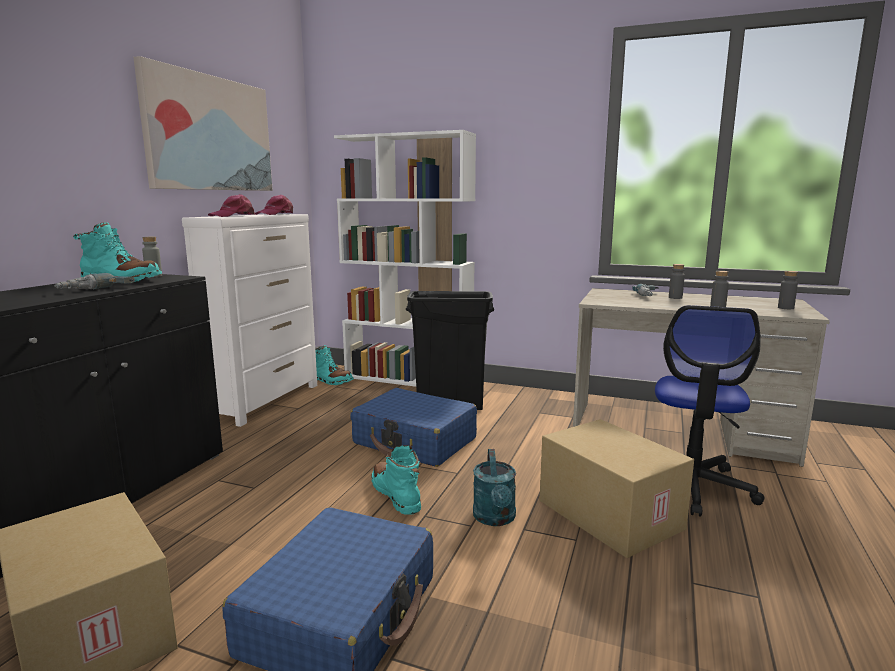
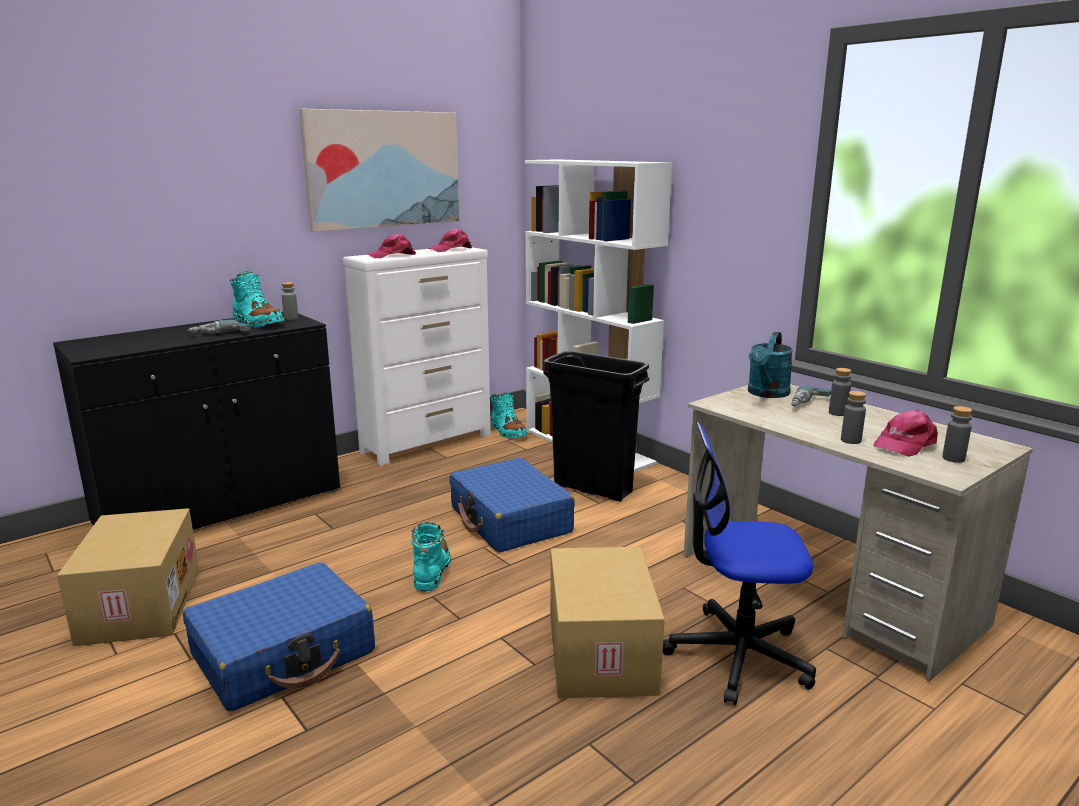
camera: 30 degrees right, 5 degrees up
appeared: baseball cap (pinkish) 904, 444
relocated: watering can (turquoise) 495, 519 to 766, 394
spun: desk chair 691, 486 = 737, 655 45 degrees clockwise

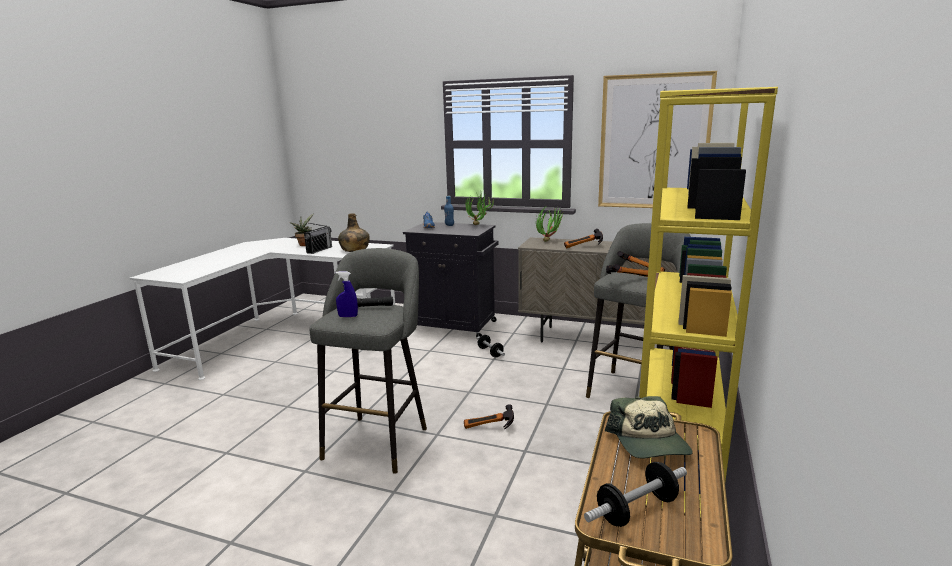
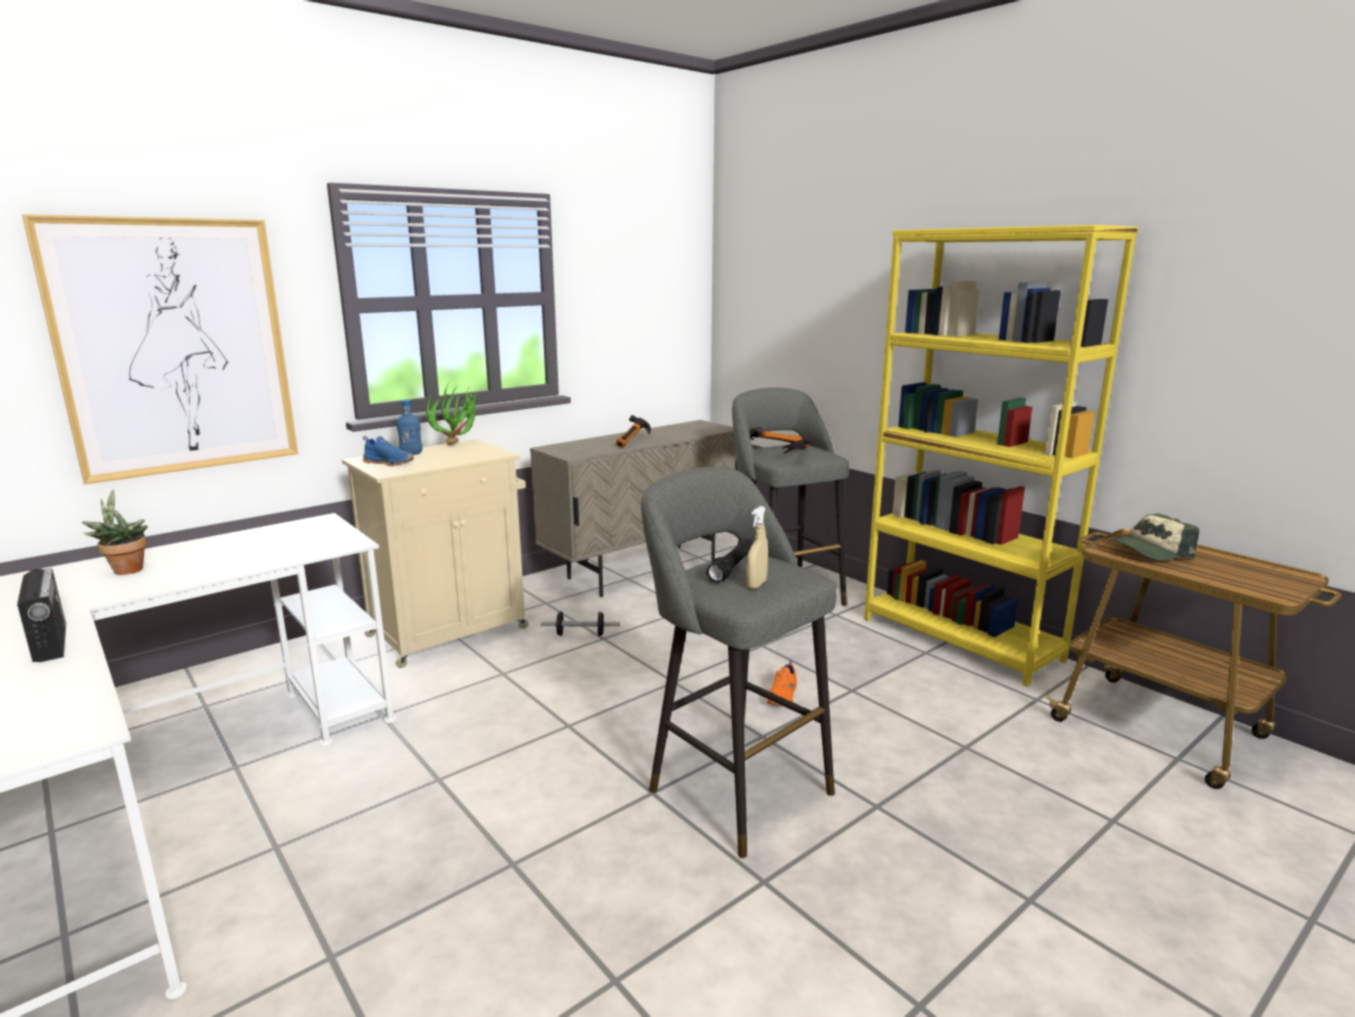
camera: 60 degrees left, 0 degrees up
missing: beverage bottle (greenish) 354, 249; houseplant 550, 241; free weight 636, 509
relocated: radio 319, 250 to 50, 643; wall picture 653, 142 to 175, 348
exchanged: tool hammer 489, 429 to low shoe (orange) 783, 696
colour: sprayer (blue-coloured) 348, 316 to sprayer (sand-coloured) 756, 584; cupboard (blackish) 455, 326 to cupboard (sand-coloured) 451, 631
spun: baseball cap 649, 442 = 1149, 551 135 degrees clockwise

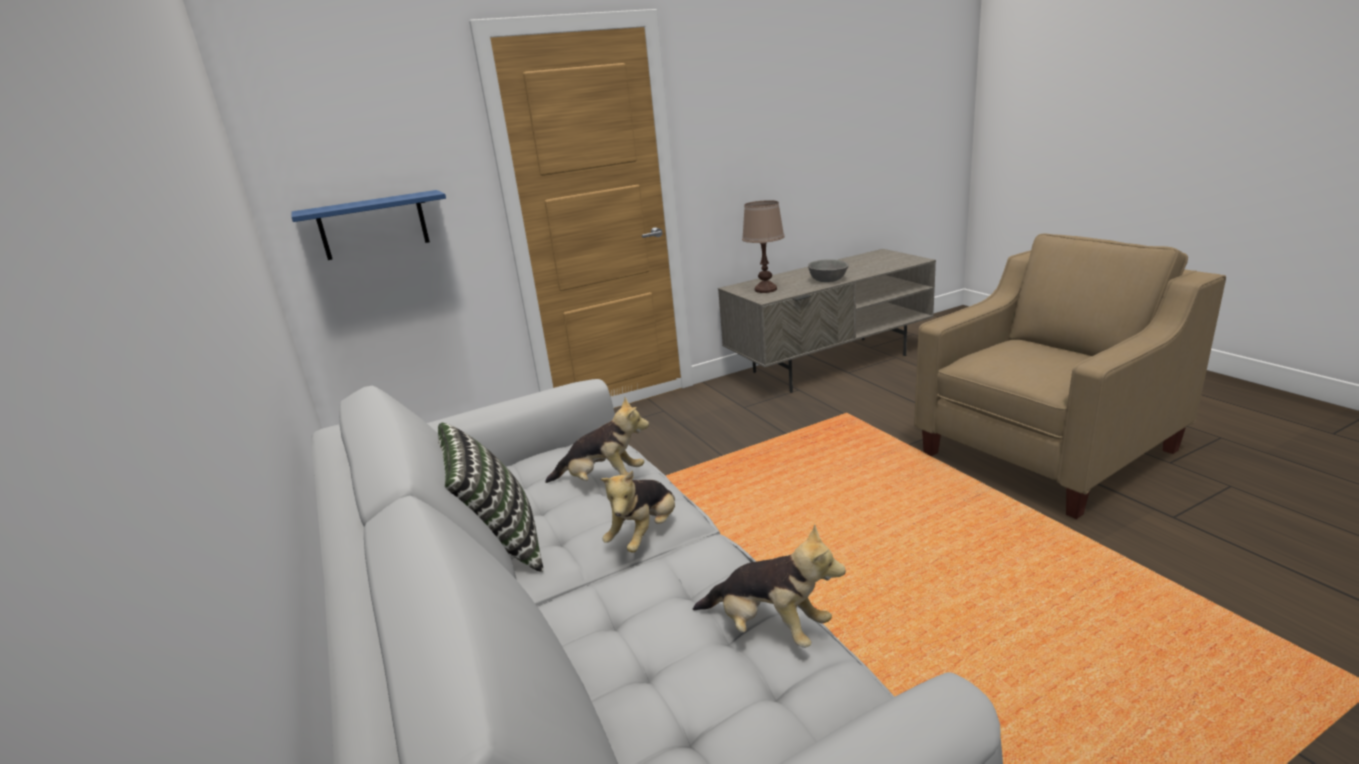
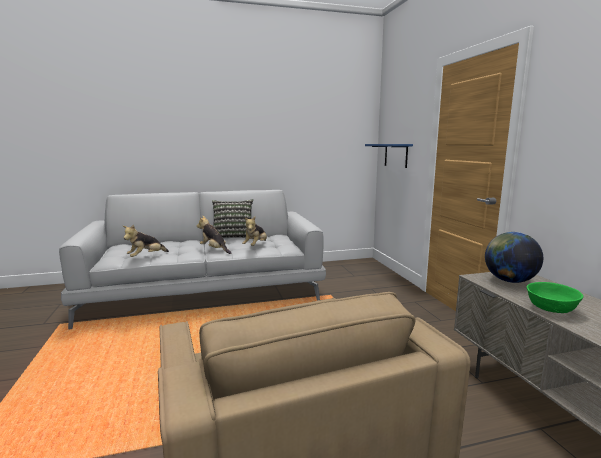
camera: 100 degrees right, 10 degrees down
exchanged: tabletop lamp (brown) 765, 289 to desk globe 509, 281
colour: deep dish (gray) 828, 280 to deep dish (greenish) 551, 308

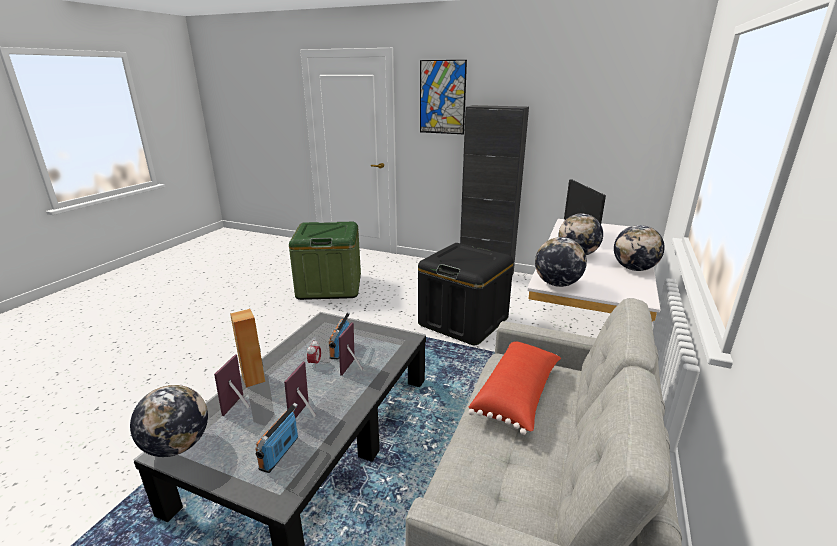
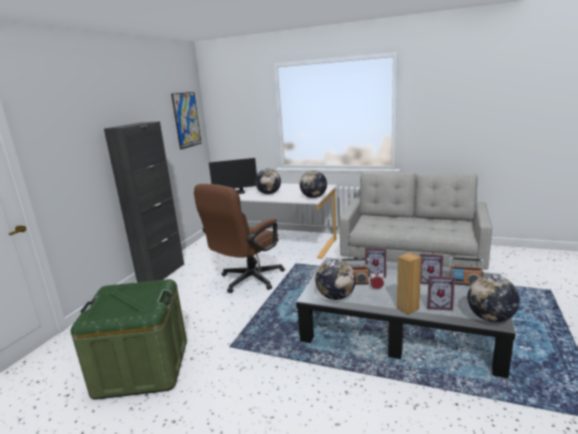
camera: 90 degrees left, 5 degrees down
missing: throw pillow (reddish) 518, 396
relocated: wall picture 442, 97 to 186, 120; desk globe 634, 269 to 336, 297
exchanged: storage container (blackish) 463, 321 to desk chair (brown) 247, 281

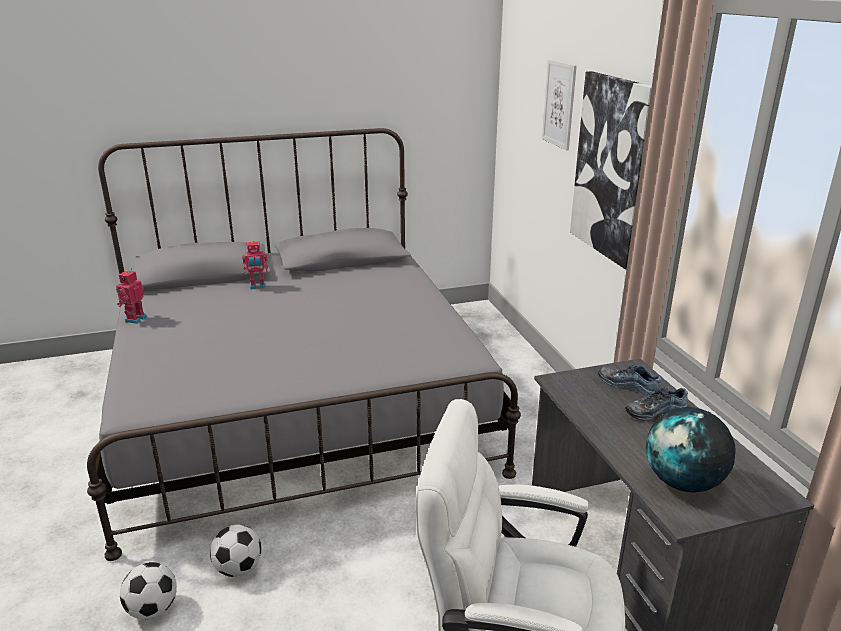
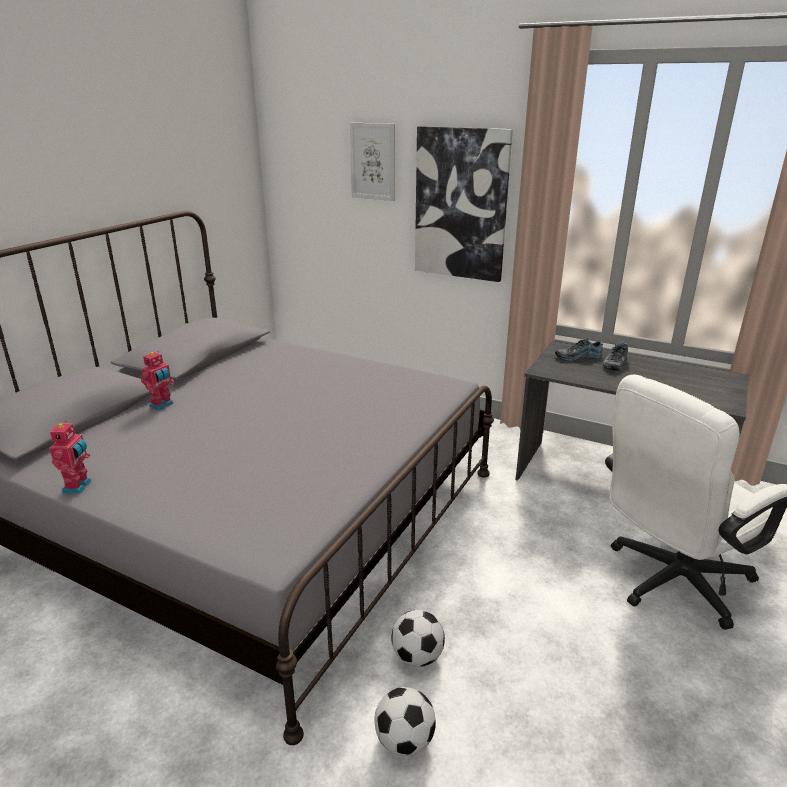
camera: 45 degrees left, 0 degrees up
missing: desk globe 683, 482
spun: model robot 135, 319 = 79, 486 150 degrees counterclockwise

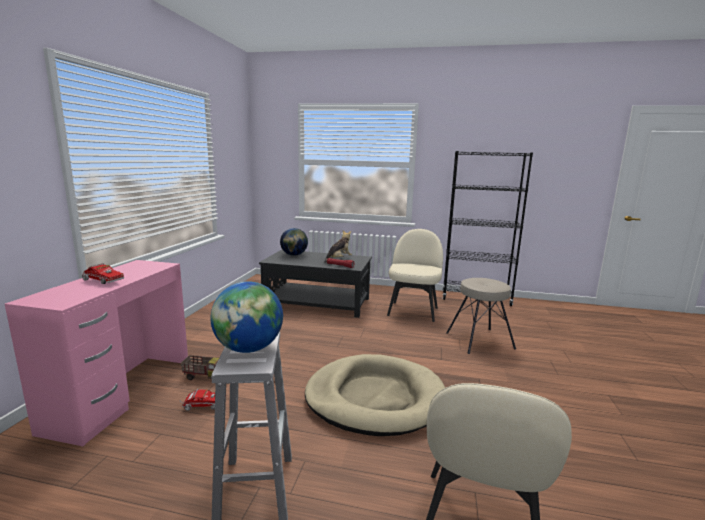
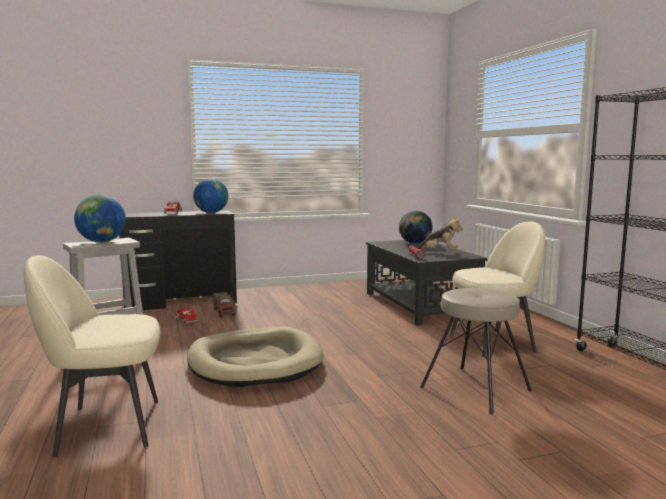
camera: 60 degrees right, 5 degrees down
appeared: desk globe 211, 213
colour: desk table (pinkish) 122, 393 to desk table (blackish) 181, 302

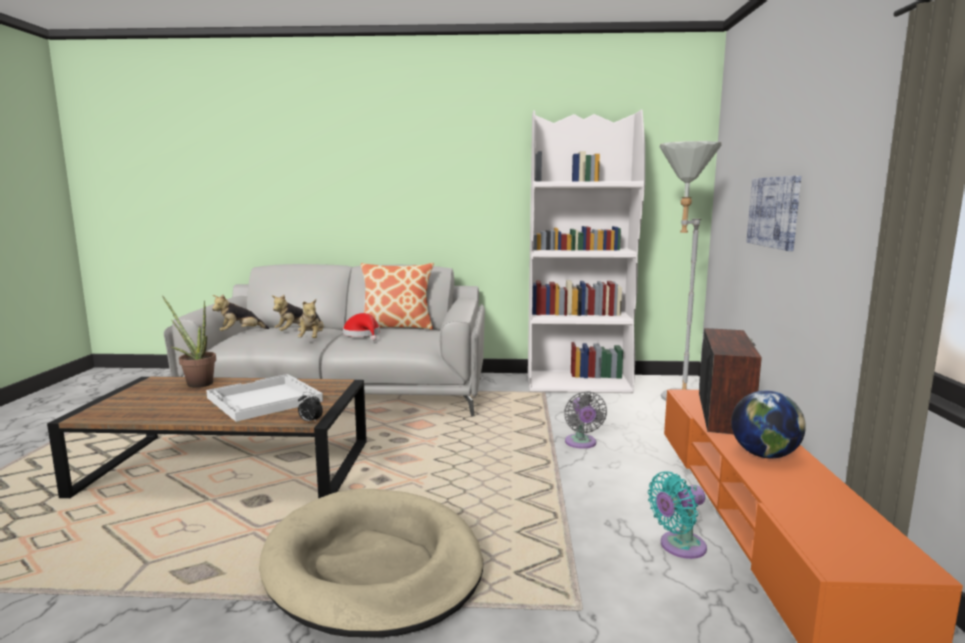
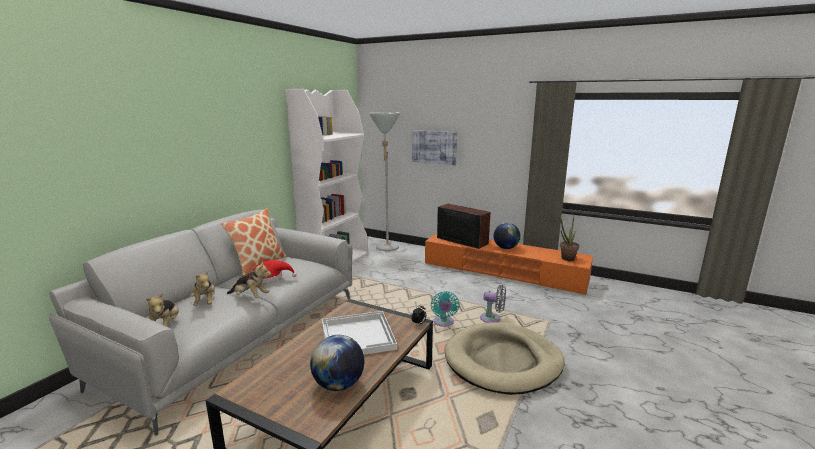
camera: 65 degrees left, 5 degrees up
appeared: desk globe 338, 384
relocated: houseplant 196, 383 to 566, 259; fan (gray) 581, 443 to 492, 319; fan (turquoise) 679, 547 to 443, 323

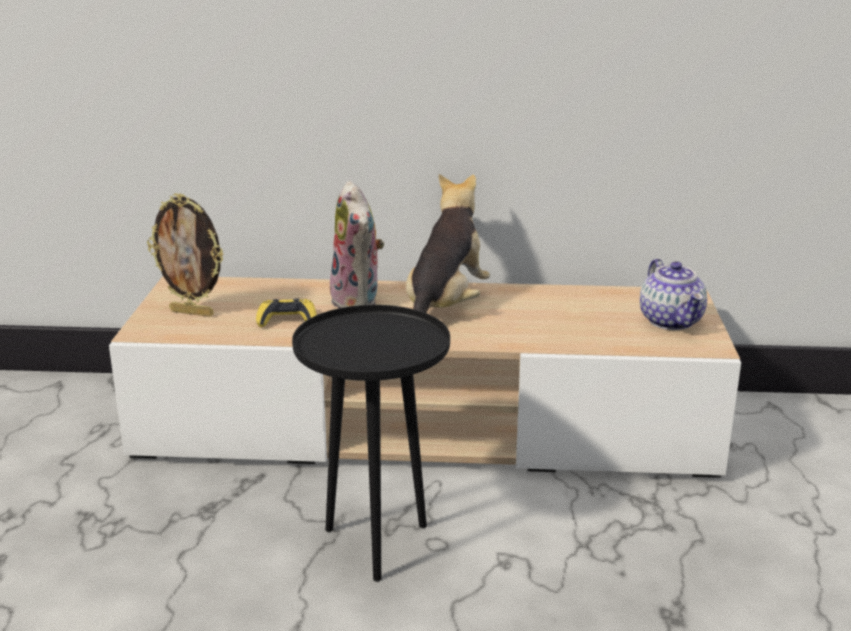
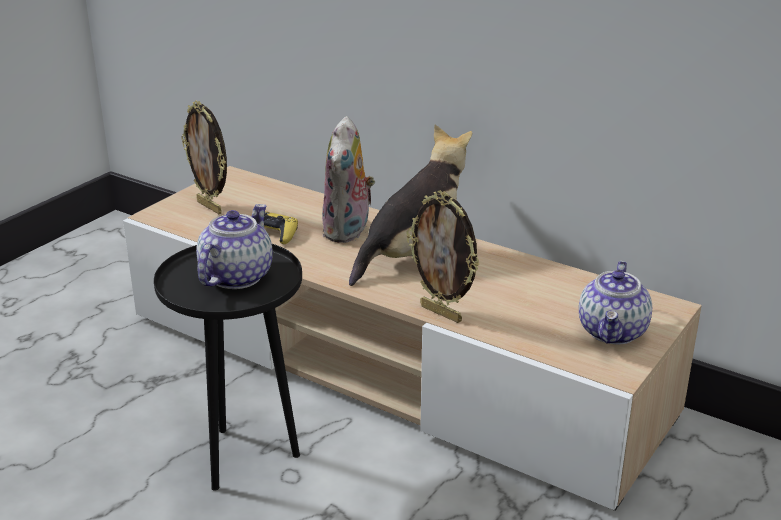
camera: 30 degrees right, 5 degrees up
appeared: pot for tea 236, 276; photo frame 442, 313

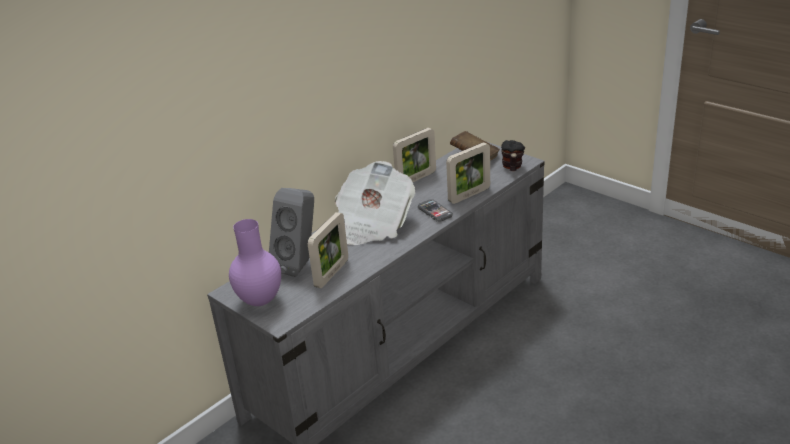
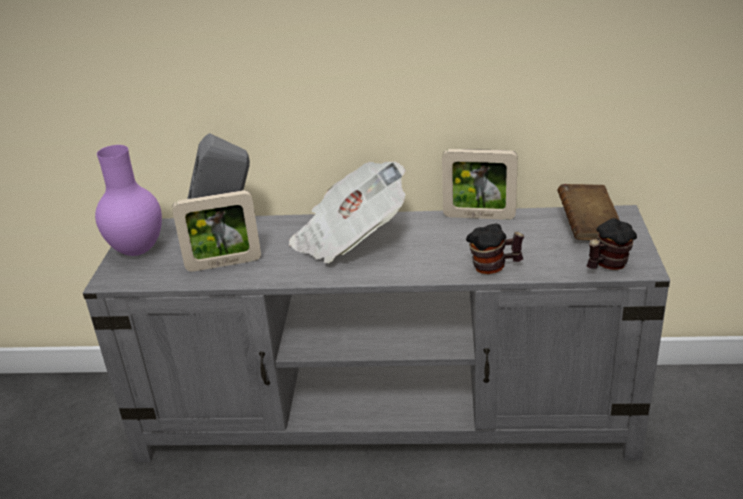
camera: 50 degrees right, 0 degrees up
missing: handset 435, 212
exchanged: photo frame 469, 195 to coffee mug 494, 267

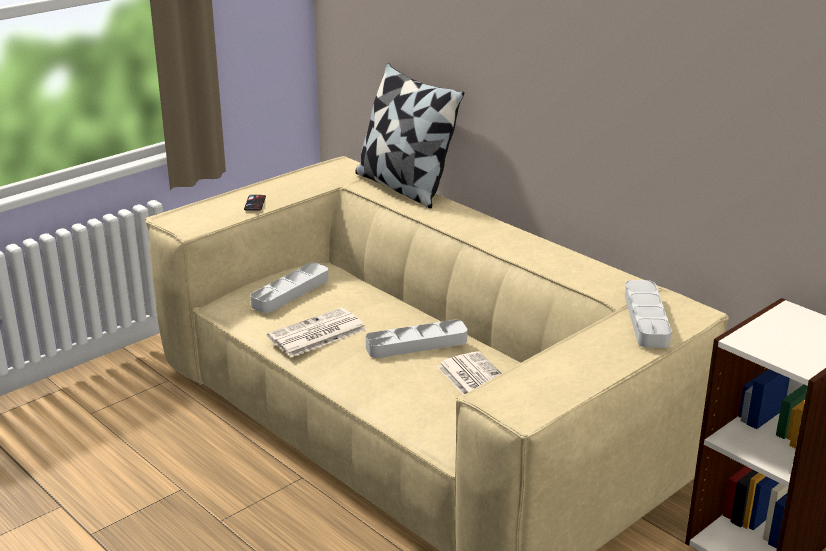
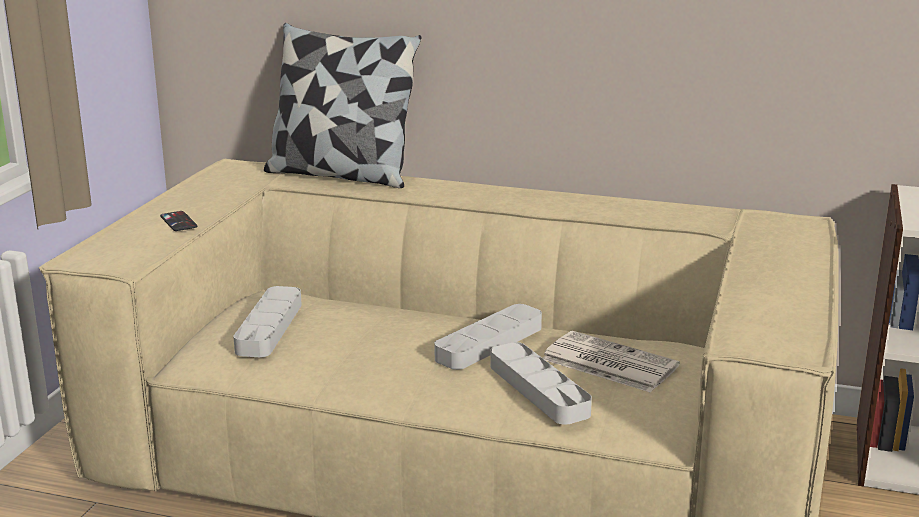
camera: 30 degrees left, 5 degrees down
missing: printed paper 316, 334
relocated: serving tray (gray) 646, 319 to 538, 389

